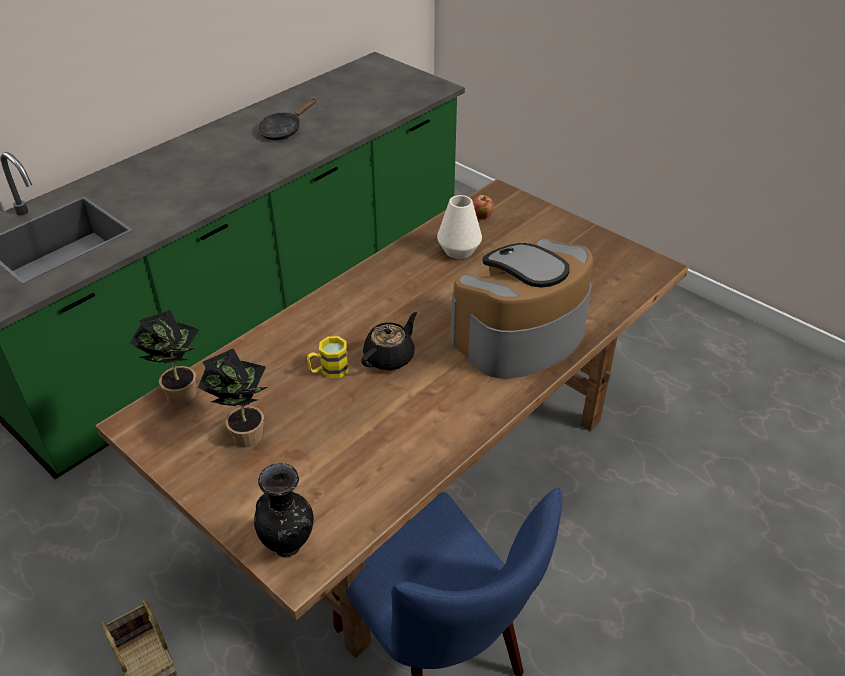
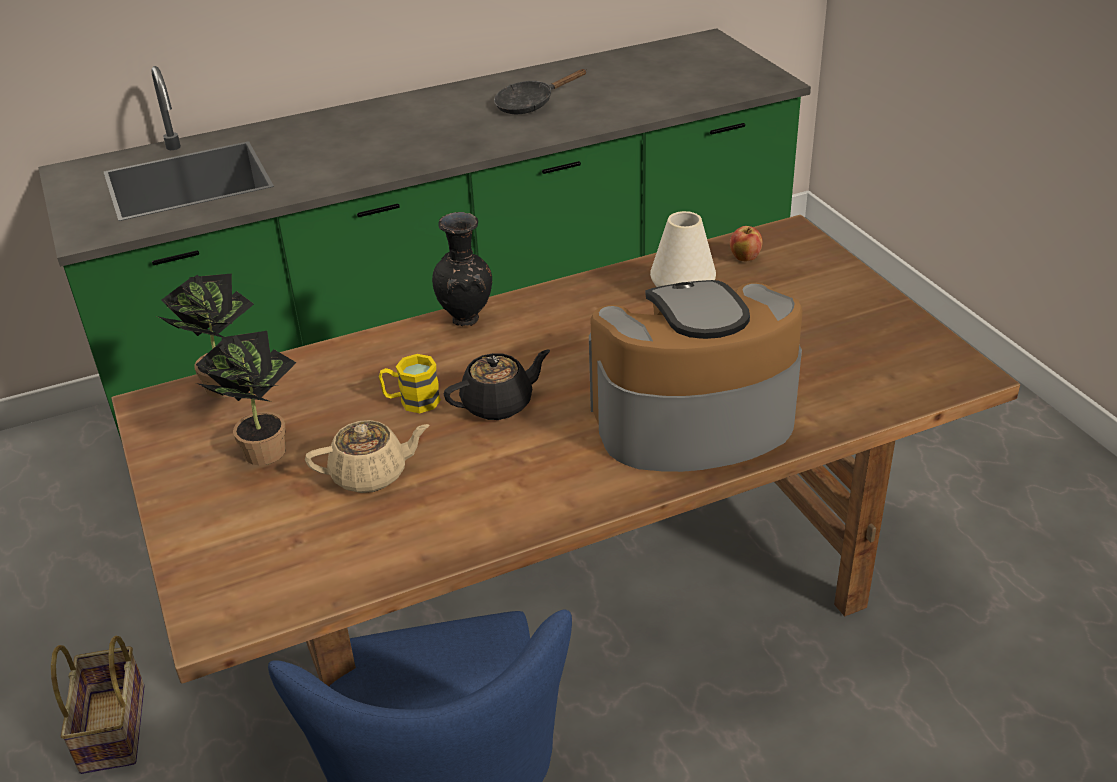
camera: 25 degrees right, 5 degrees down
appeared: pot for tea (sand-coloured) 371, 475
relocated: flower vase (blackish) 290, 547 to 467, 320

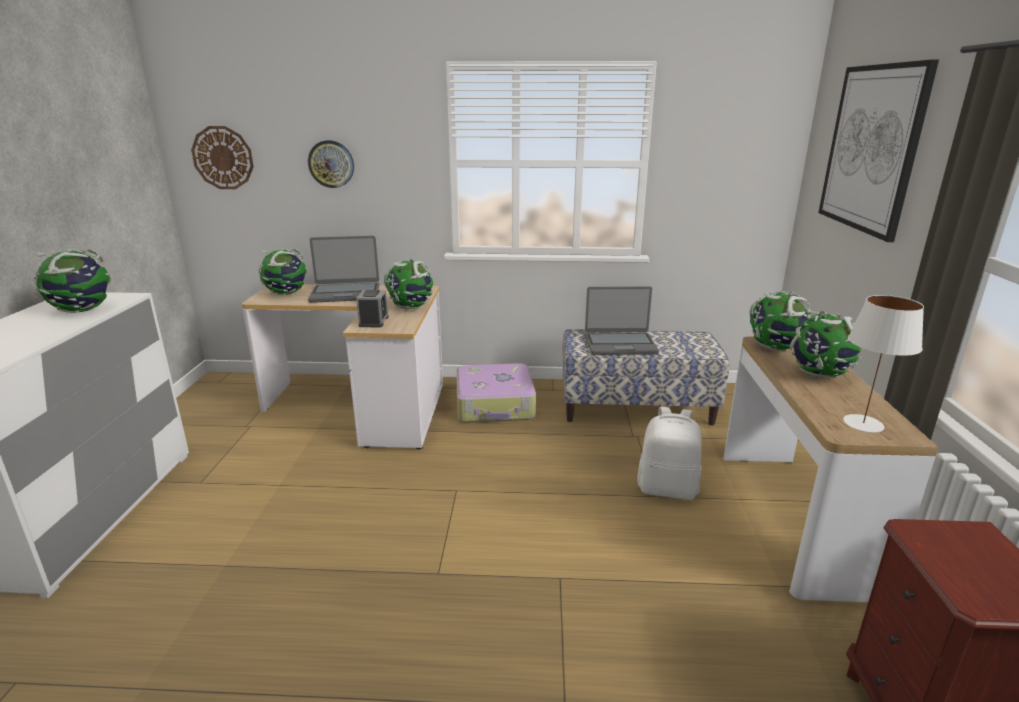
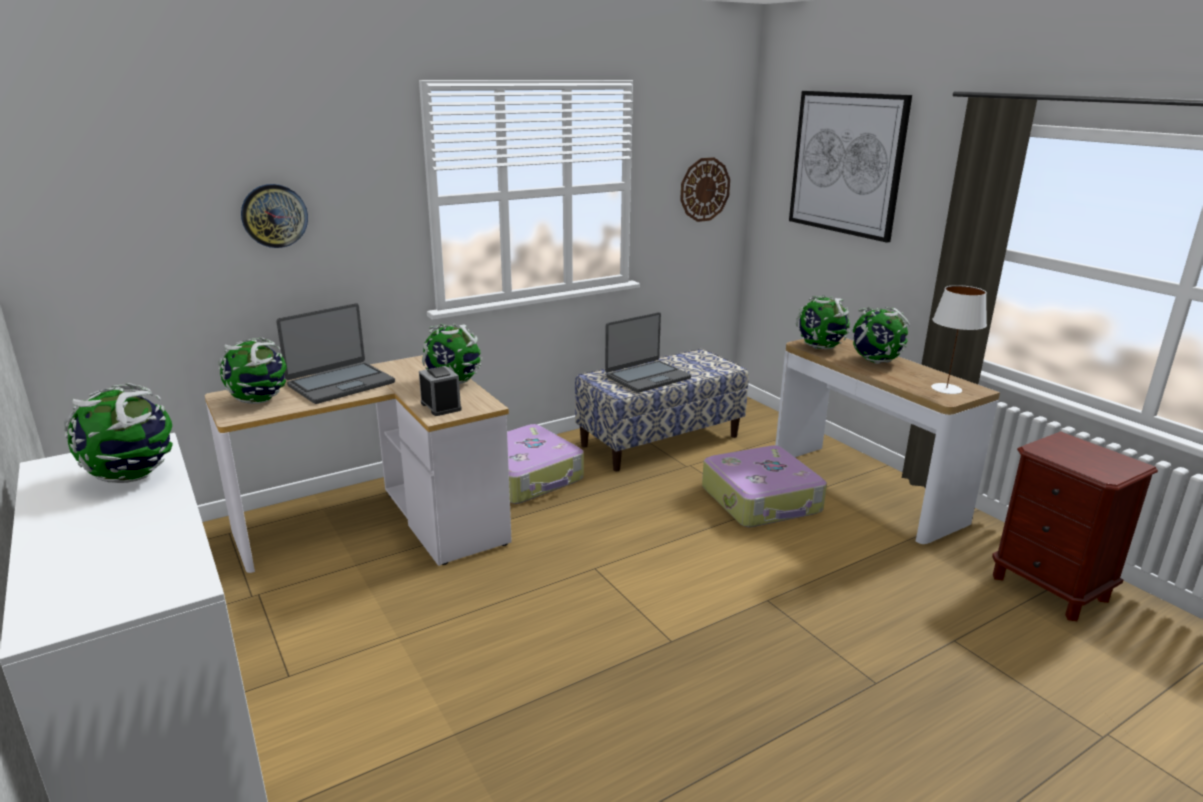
camera: 35 degrees left, 0 degrees up
relocated: wall clock 223, 158 to 704, 189
exchanged: rucksack (white-coloured) 667, 489 to piece of luggage 762, 500

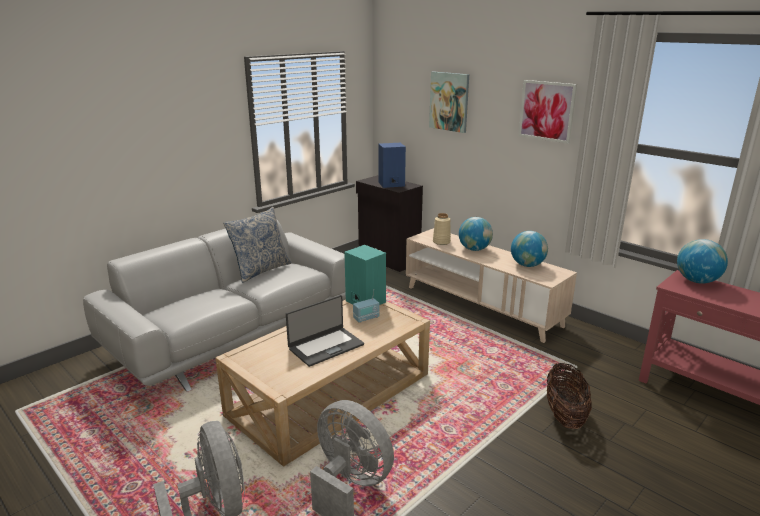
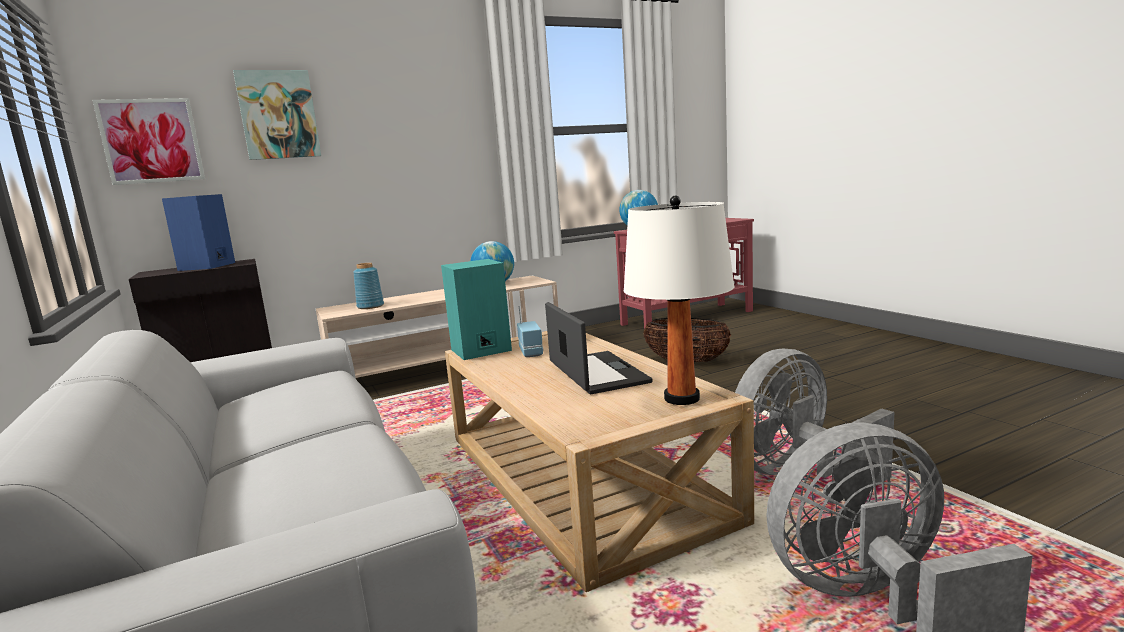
camera: 70 degrees left, 10 degrees down
missing: throw pillow 260, 270; desk globe 474, 249
appeared: tabletop lamp (white-coloured) 682, 398
relocated: wall picture 547, 111 to 151, 141
colour: flower vase (sand-coloured) 441, 242 to flower vase (blue-coloured) 370, 306

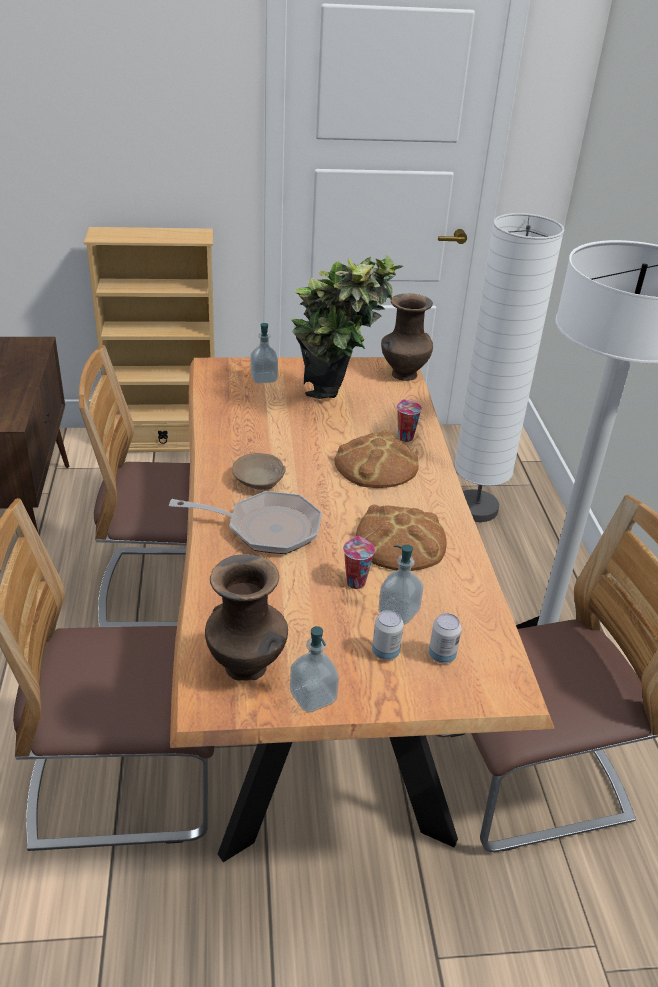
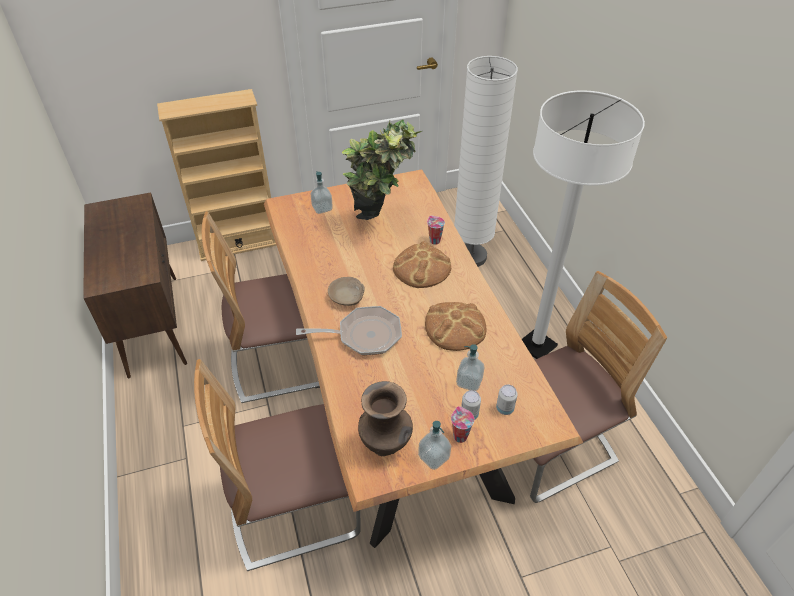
camera: 10 degrees left, 10 degrees up
missing: flower vase (brown) 403, 375
relocated: drinking cup 355, 581 to 459, 435

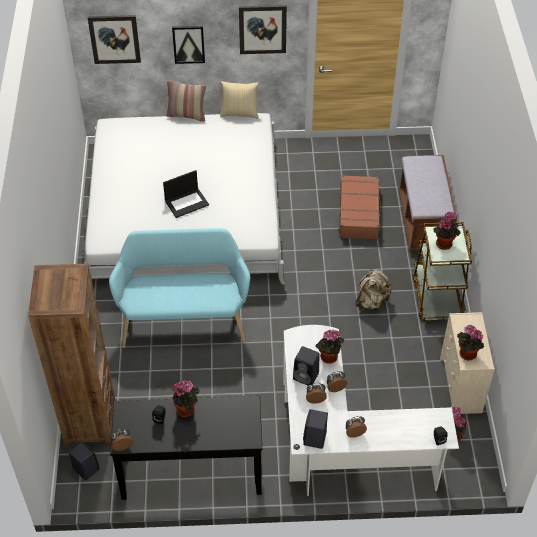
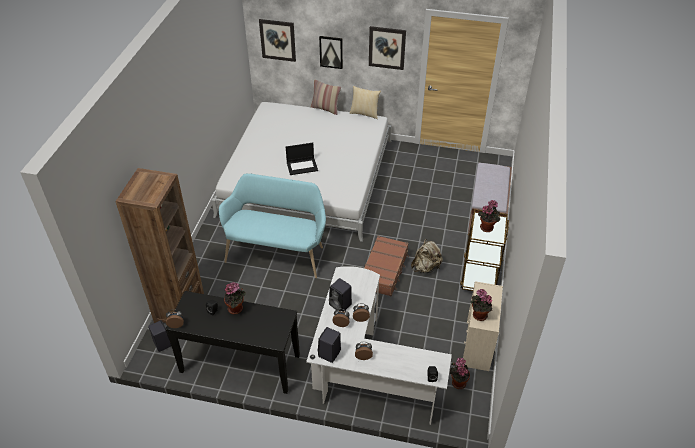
camera: 15 degrees right, 5 degrees down
missing: houseplant 328, 358
relocated: piece of luggage (brown) 359, 213 to 384, 270

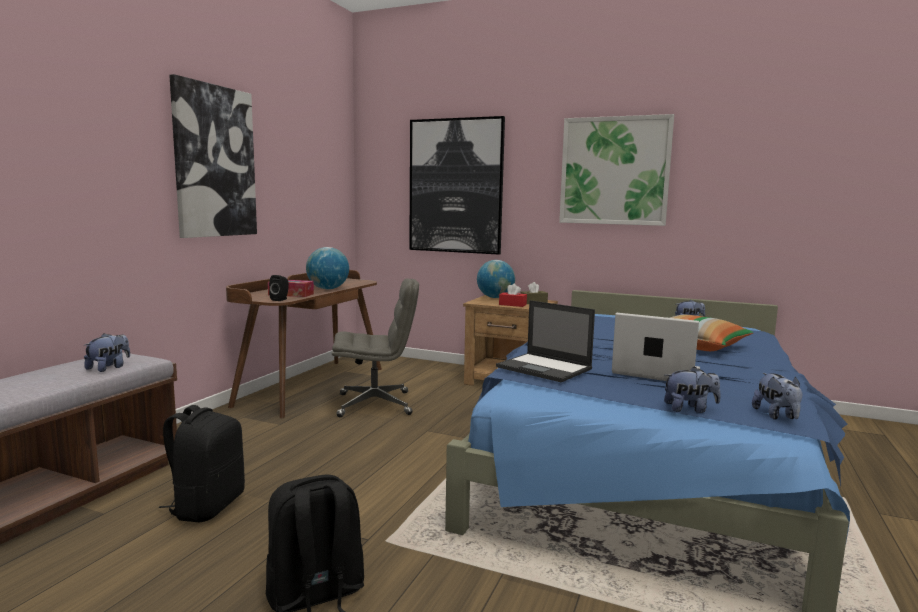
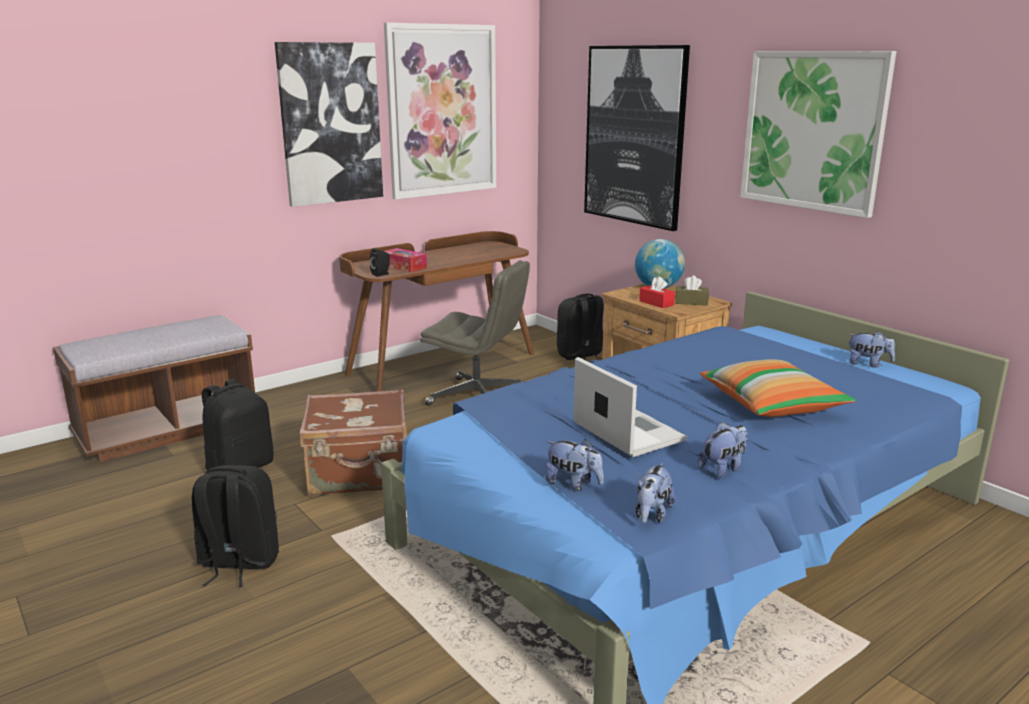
camera: 30 degrees right, 10 degrees up
missing: desk globe 328, 289; portable computer 545, 368
appeared: piece of luggage (brown) 360, 474; wall picture 442, 111; rucksack (blackish) 580, 356
relocated: plush toy 109, 368 to 723, 468

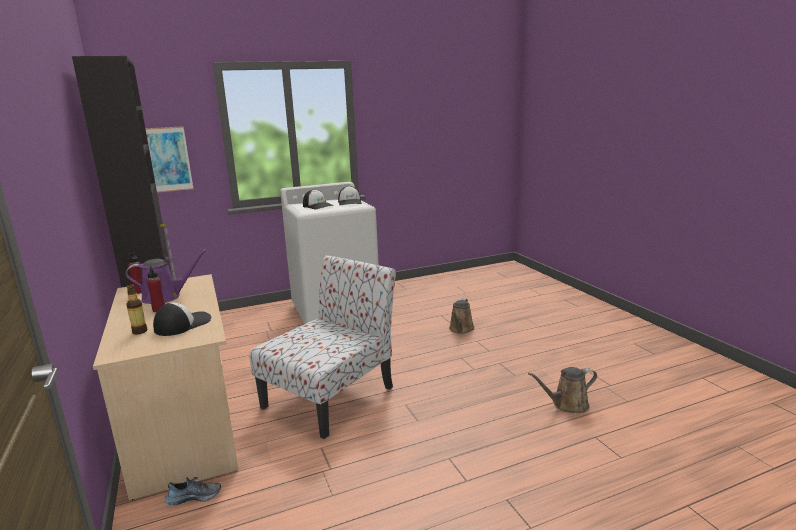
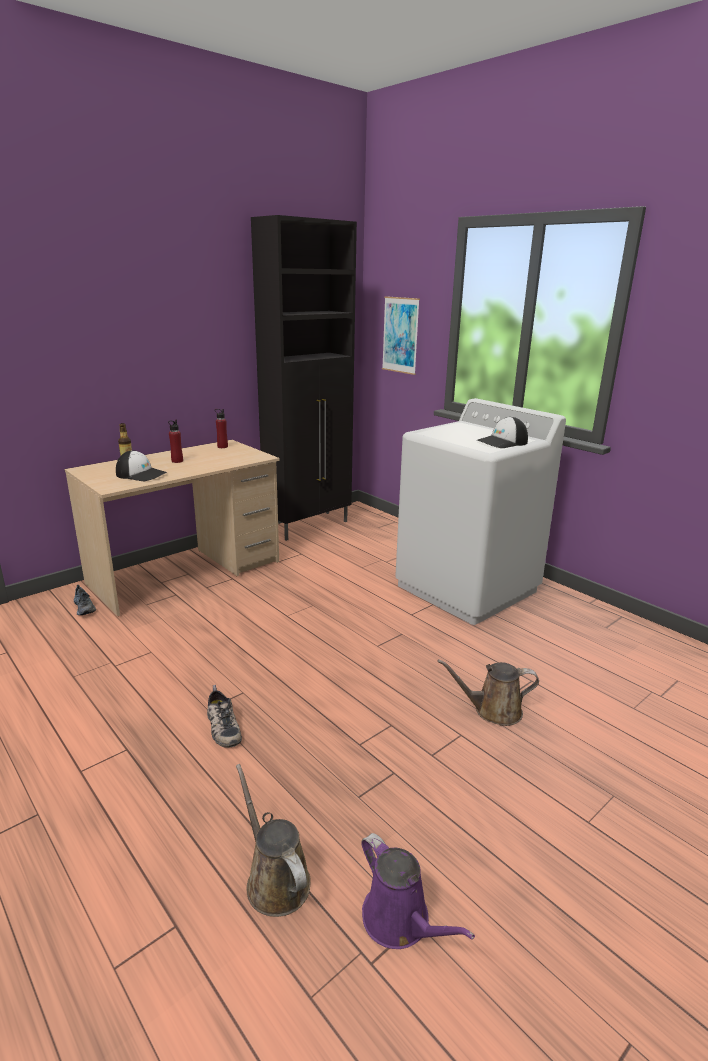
camera: 70 degrees right, 5 degrees up
missing: plain chair 331, 396; baseball cap 318, 206
appeared: low shoe 222, 726
relocated: watering can (purplish) 165, 297 to 400, 921

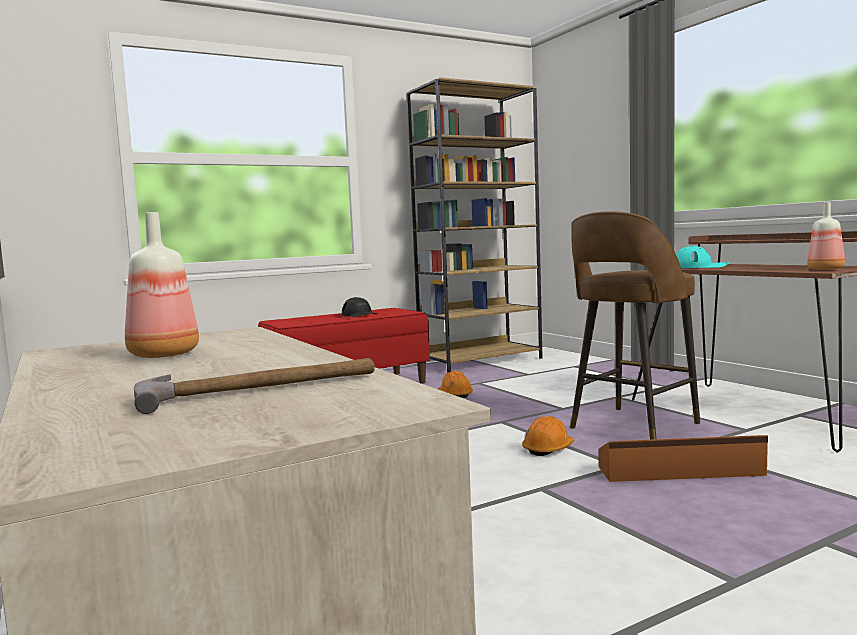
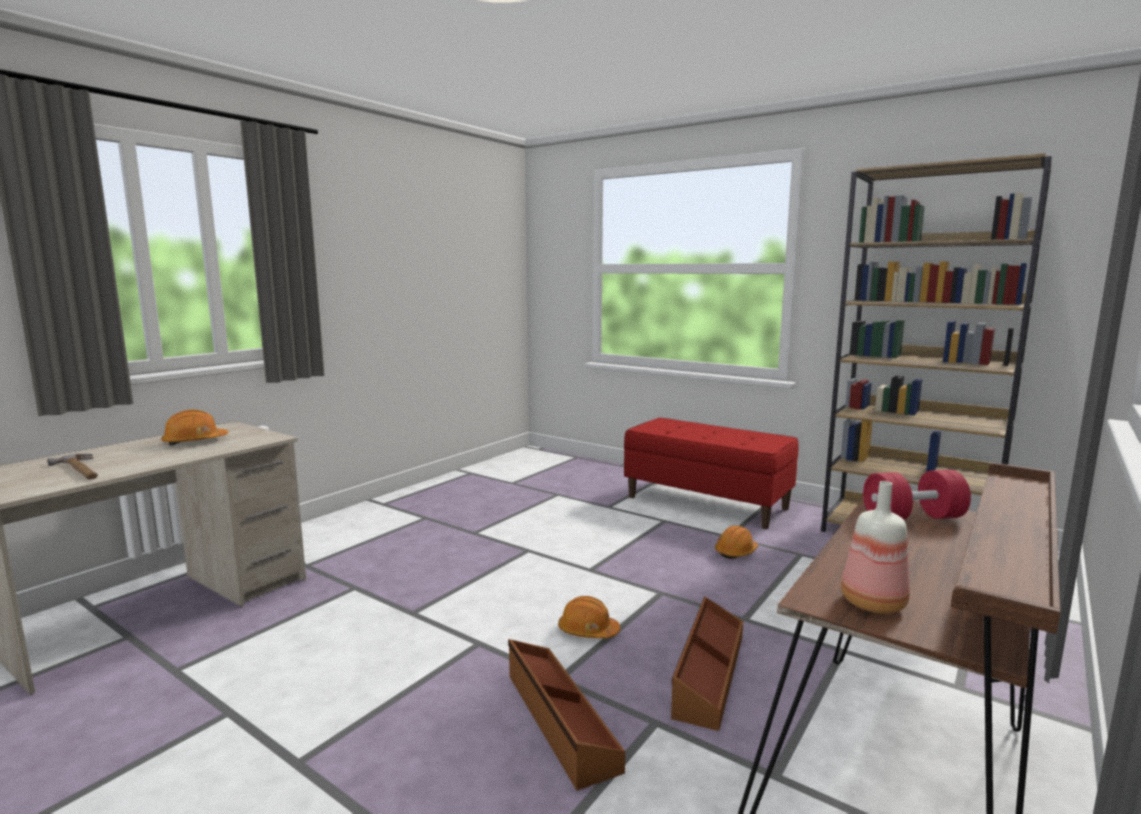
camera: 65 degrees right, 5 degrees up
missing: baseball cap (blackish) 359, 314
exchanged: beverage bottle 161, 355 to safety helmet (orange) 195, 441; stool (brown) 631, 427 to storage container (brown) 707, 673; baseball cap (turquoise) 700, 267 to free weight (reddish) 912, 518

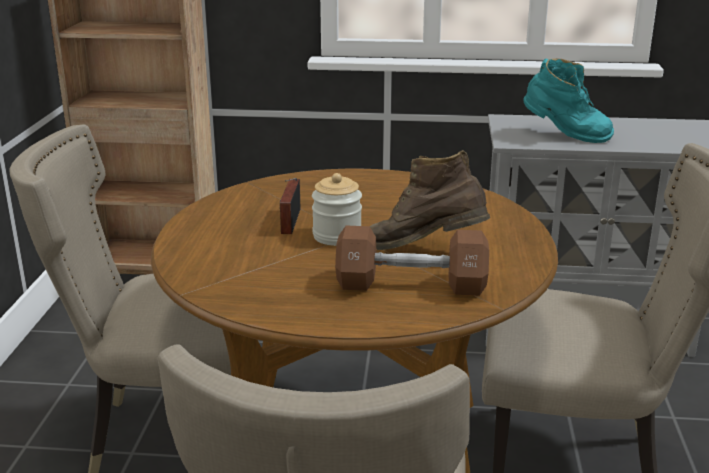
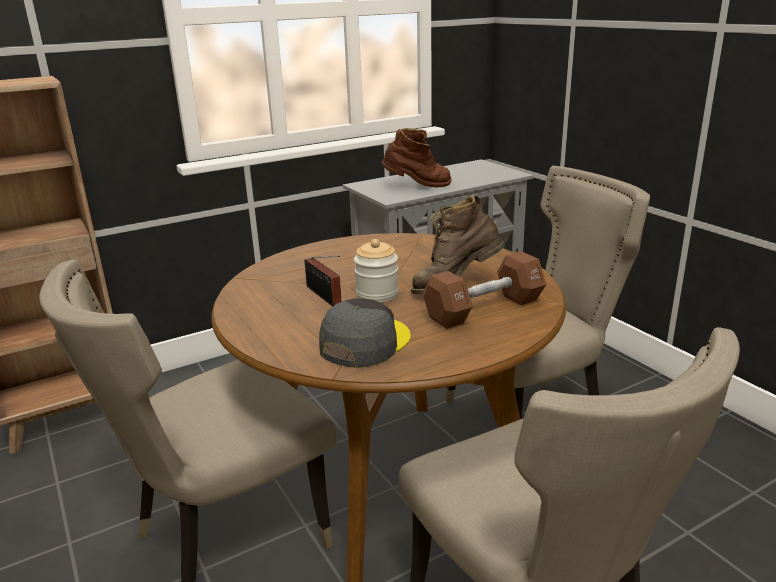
camera: 35 degrees left, 0 degrees up
appeared: baseball cap (gray) 364, 343
colour: tall boot (turquoise) 565, 135 to tall boot (brown) 417, 186

